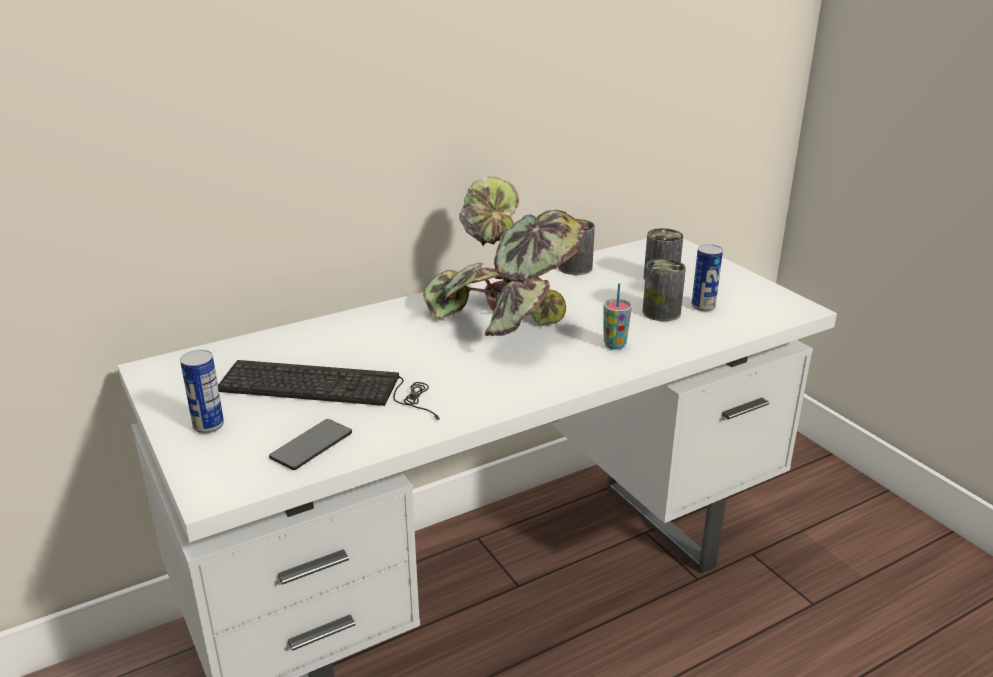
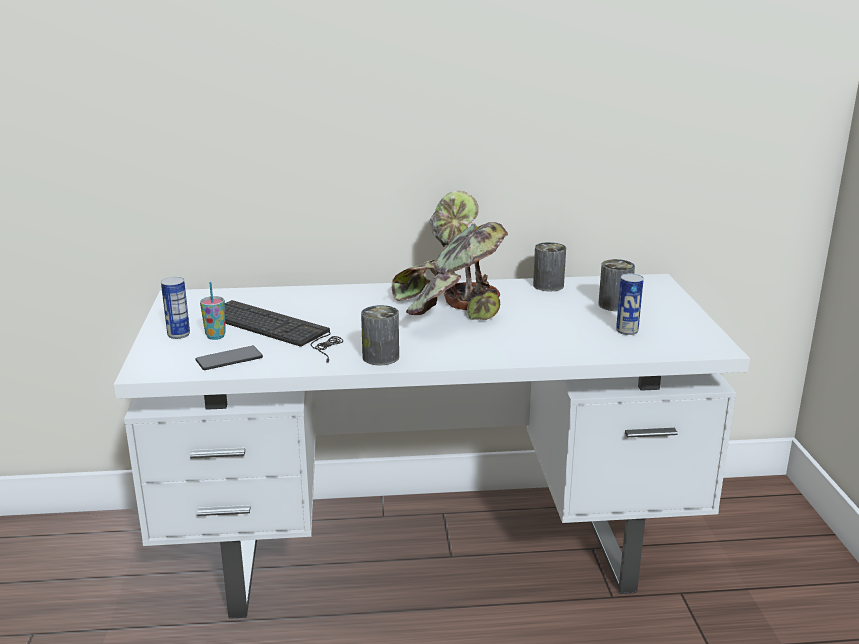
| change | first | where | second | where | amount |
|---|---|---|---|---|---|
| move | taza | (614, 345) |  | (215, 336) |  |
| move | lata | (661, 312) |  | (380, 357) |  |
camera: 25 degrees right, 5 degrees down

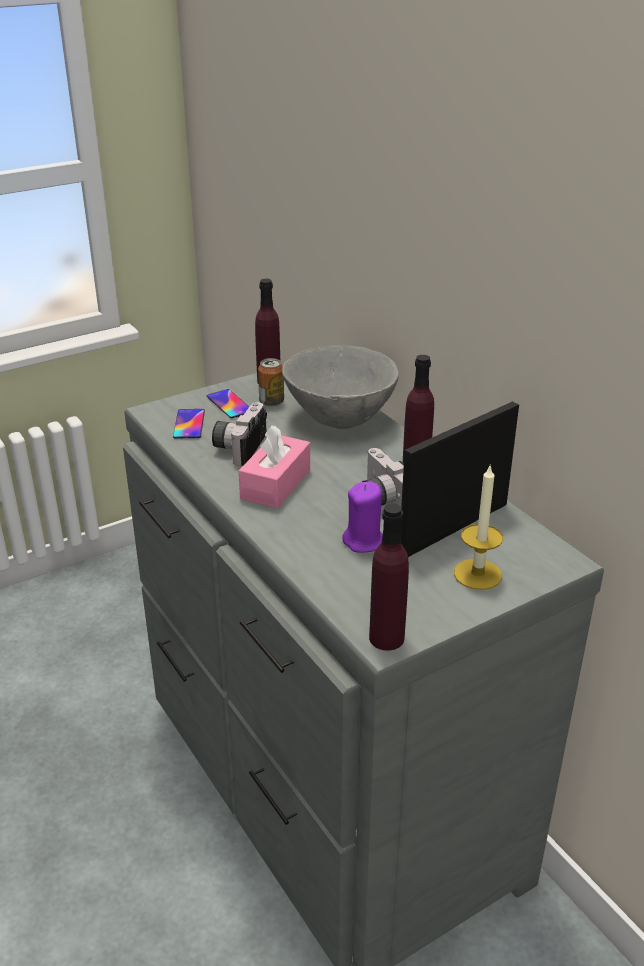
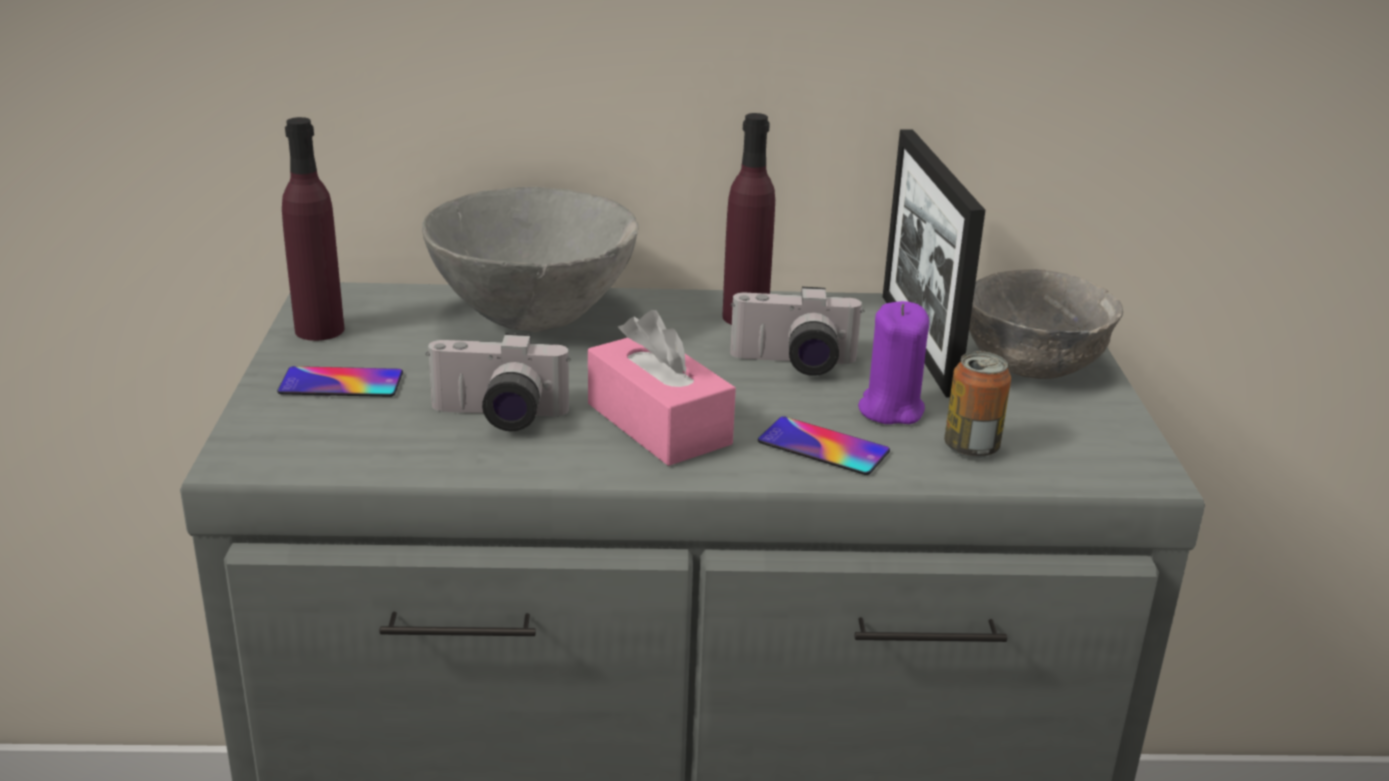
| change | first | where | second | where | amount |
|---|---|---|---|---|---|
| rotate | cámara | (239, 446) |  | (497, 418) | 45 degrees counterclockwise |
| move | móvil | (189, 424) |  | (823, 447) |  |
| move | lata | (271, 402) |  | (971, 447) |  |
| replace | vela | (477, 574) | cuenco [gris] | (1035, 365) |  |
| delete | botella [morado] | (386, 638) |  |  |  |
camera: 60 degrees left, 5 degrees down

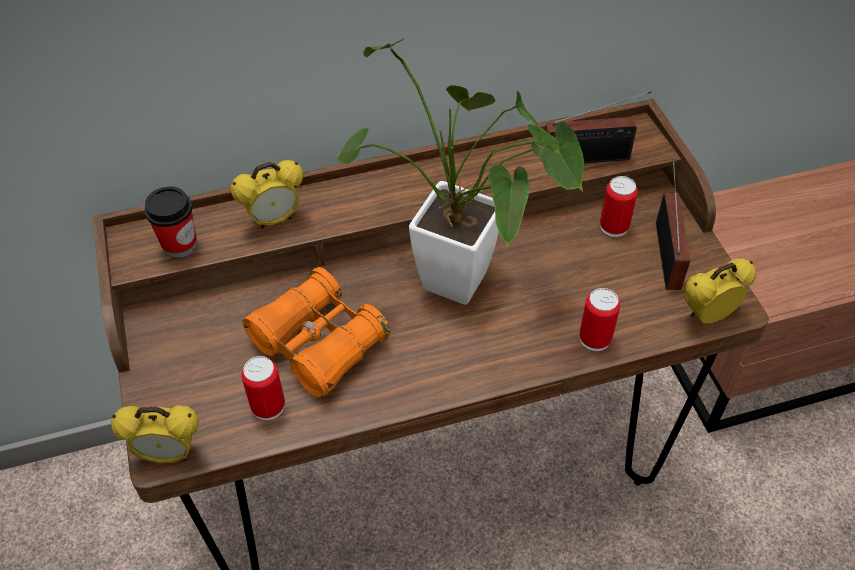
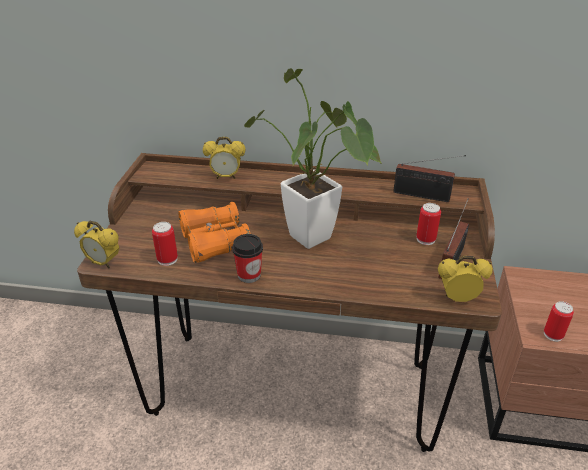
| change | first | where | second | where | amount |
|---|---|---|---|---|---|
| move | taza | (180, 244) |  | (249, 275) |  |
| move | lata | (595, 338) |  | (553, 334) |  |
camera: 25 degrees right, 15 degrees down

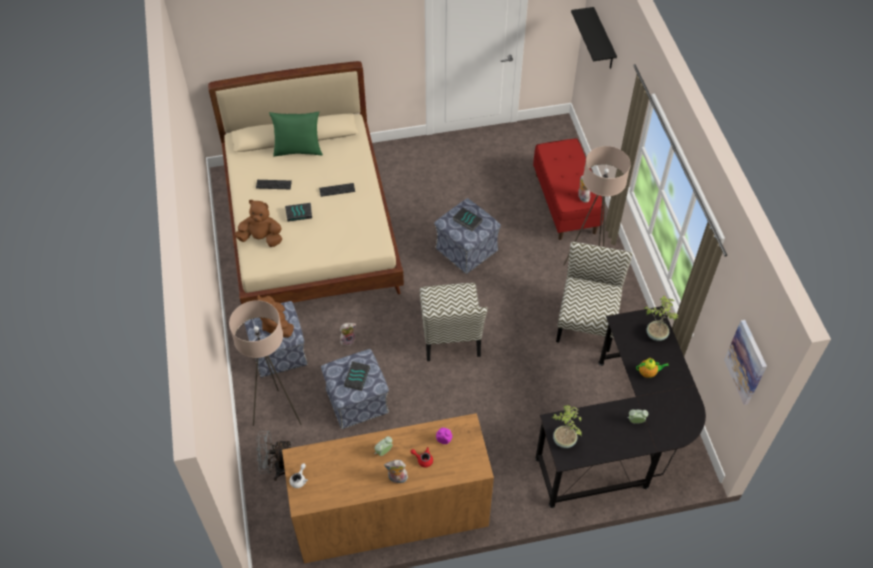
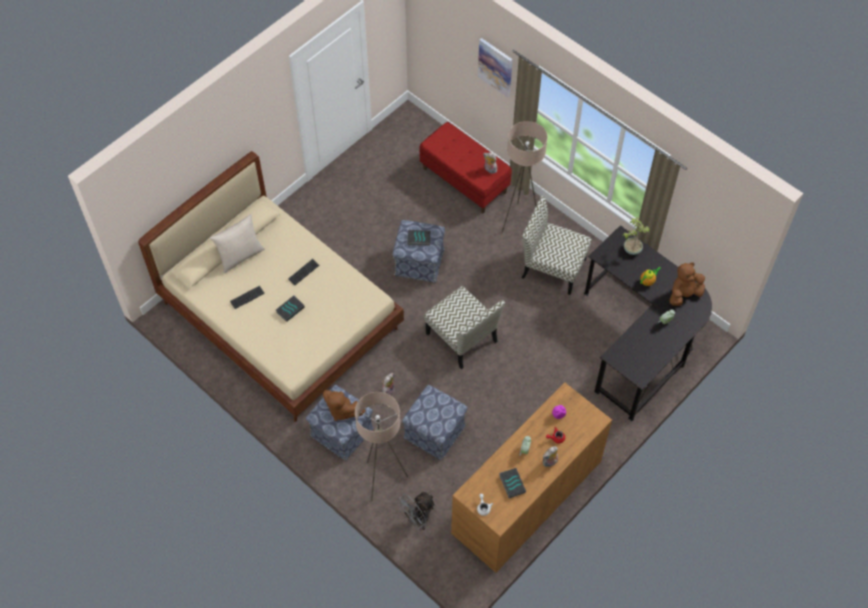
| change | first | where | second | where | amount |
|---|---|---|---|---|---|
| recolor | cojín [verde] | (298, 150) | cojín [beis] | (240, 256) |  |
| move | cuadro | (746, 362) |  | (495, 67) |  |
| move | libro | (356, 377) |  | (511, 484) |  |
| rotate | silla | (586, 321) |  | (552, 268) | 45 degrees counterclockwise |
| move | peluche [marrón] | (261, 238) |  | (684, 294) |  |
| delete | planta en maceta | (564, 441) |  |  |  |
| delete | estante [negro] | (603, 40) |  |  |  |
camera: 35 degrees left, 5 degrees up

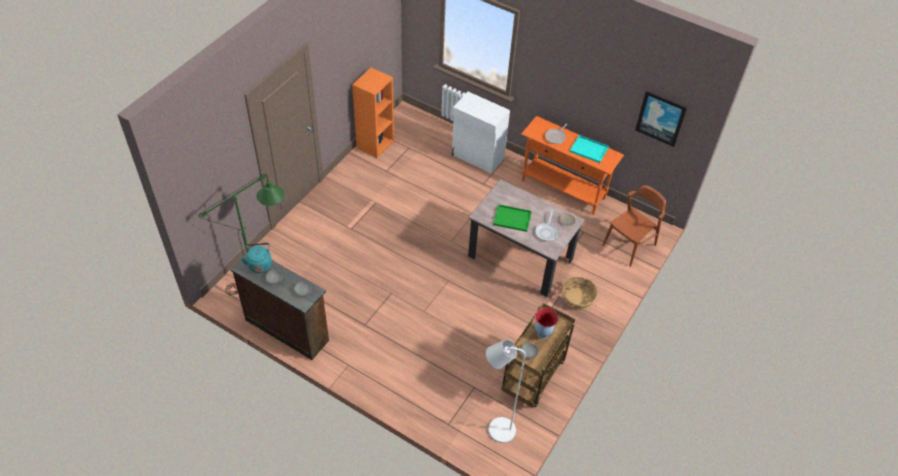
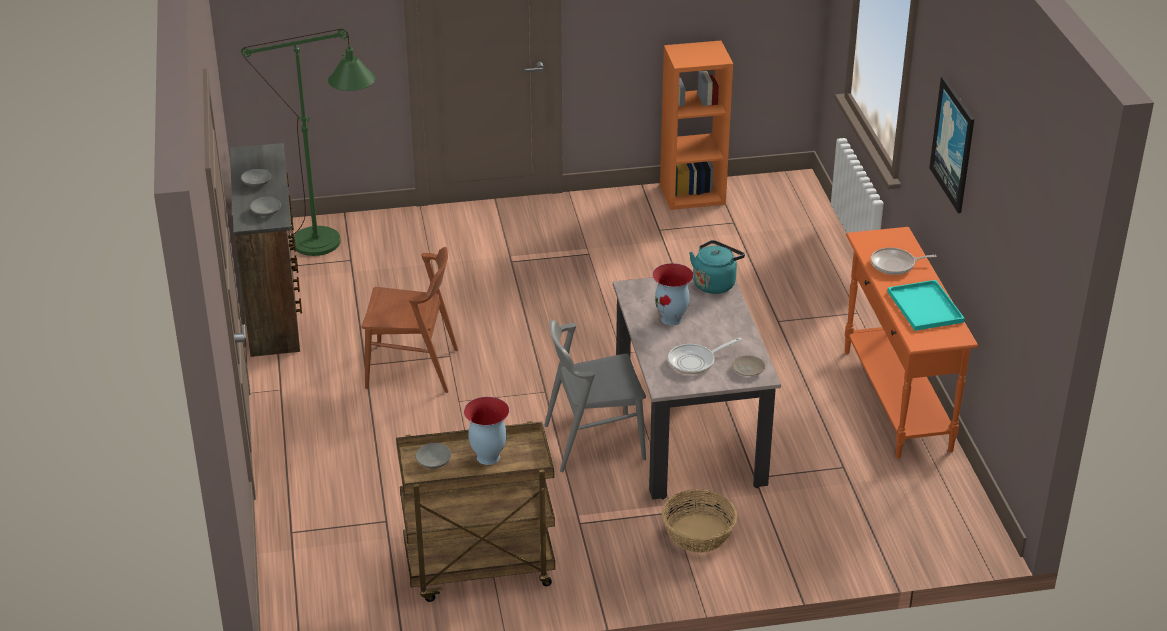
| change | first | where | second | where | amount |
|---|---|---|---|---|---|
| move | silla [marrón] | (629, 245) |  | (412, 368) |  |
| insert |  |  | silla [gris] | (594, 442) |  |
| replace | bandeja [verde] | (513, 218) | florero | (672, 319) |  |
| move | hervidor [turquesa] | (260, 264) |  | (715, 283) |  |
| move | cuadro | (661, 118) |  | (954, 144) |  |
| delete | armario [blanco] | (477, 157) |  |  |  |
| delete | lámpara de pie [blanco] | (496, 430) |  |  |  |
camera: 50 degrees right, 15 degrees down

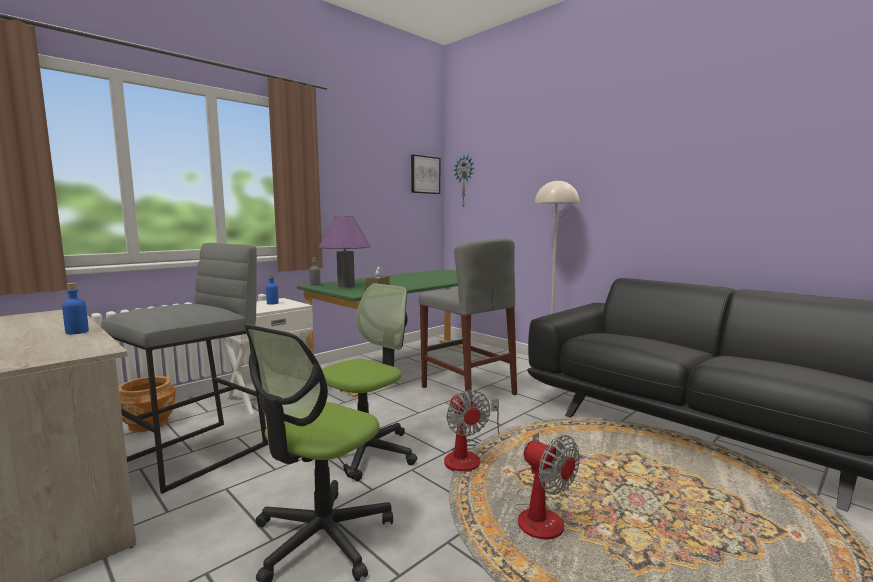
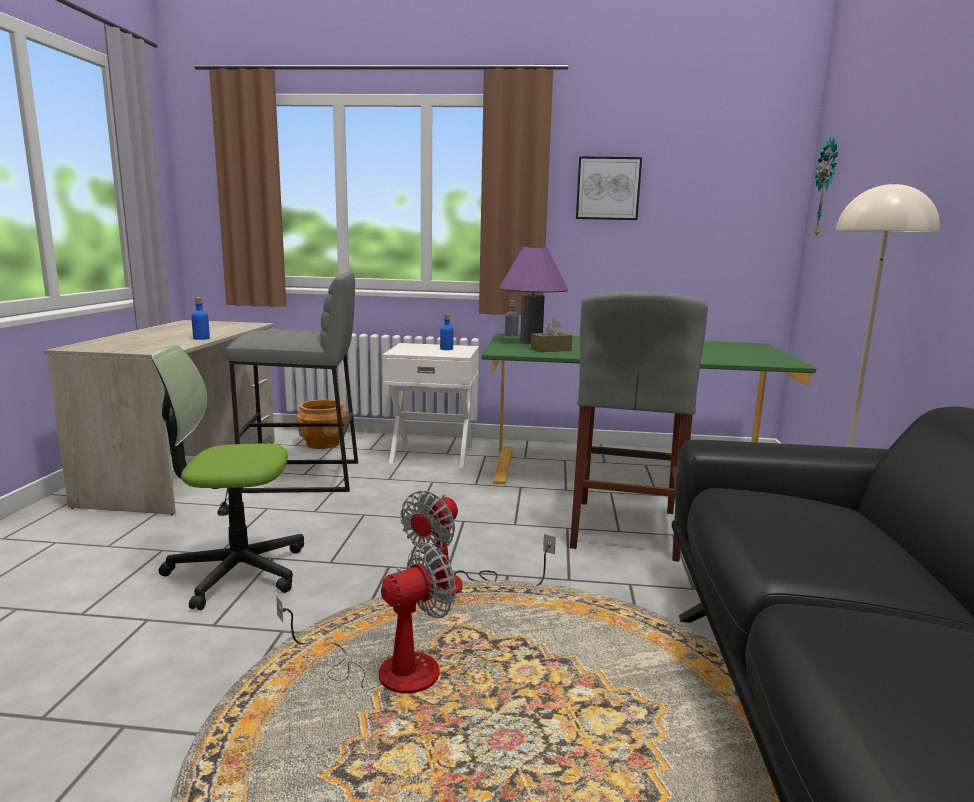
| change | first | where | second | where | amount |
|---|---|---|---|---|---|
| rotate | ventilador | (540, 514) |  | (387, 670) | 135 degrees counterclockwise |
| move | cuadro | (425, 175) |  | (608, 188) |  |
| delete | silla de oficina | (366, 452) |  |  |  |
camera: 50 degrees right, 5 degrees up

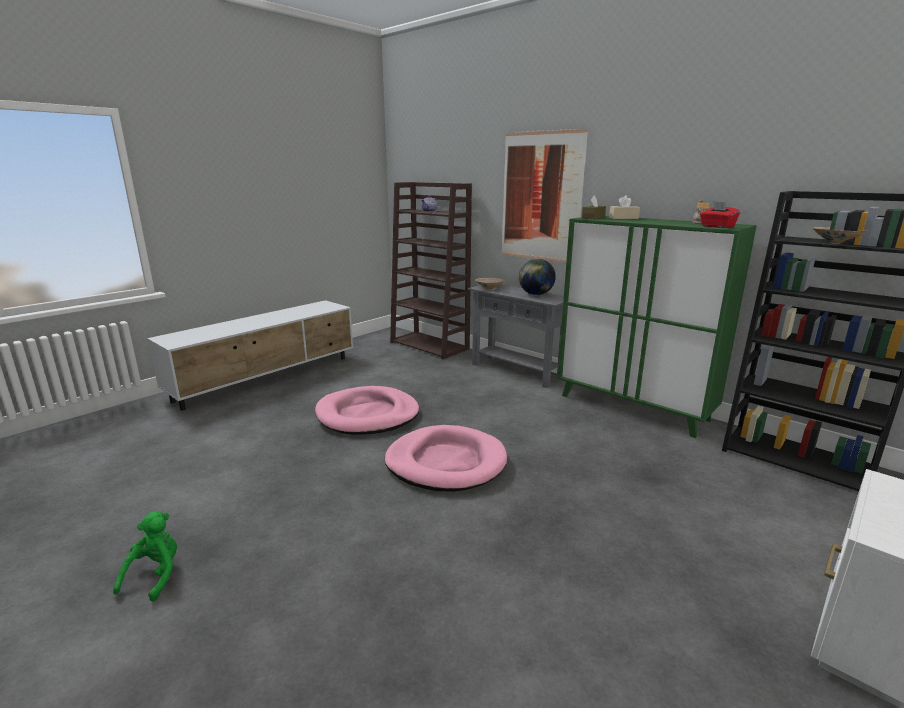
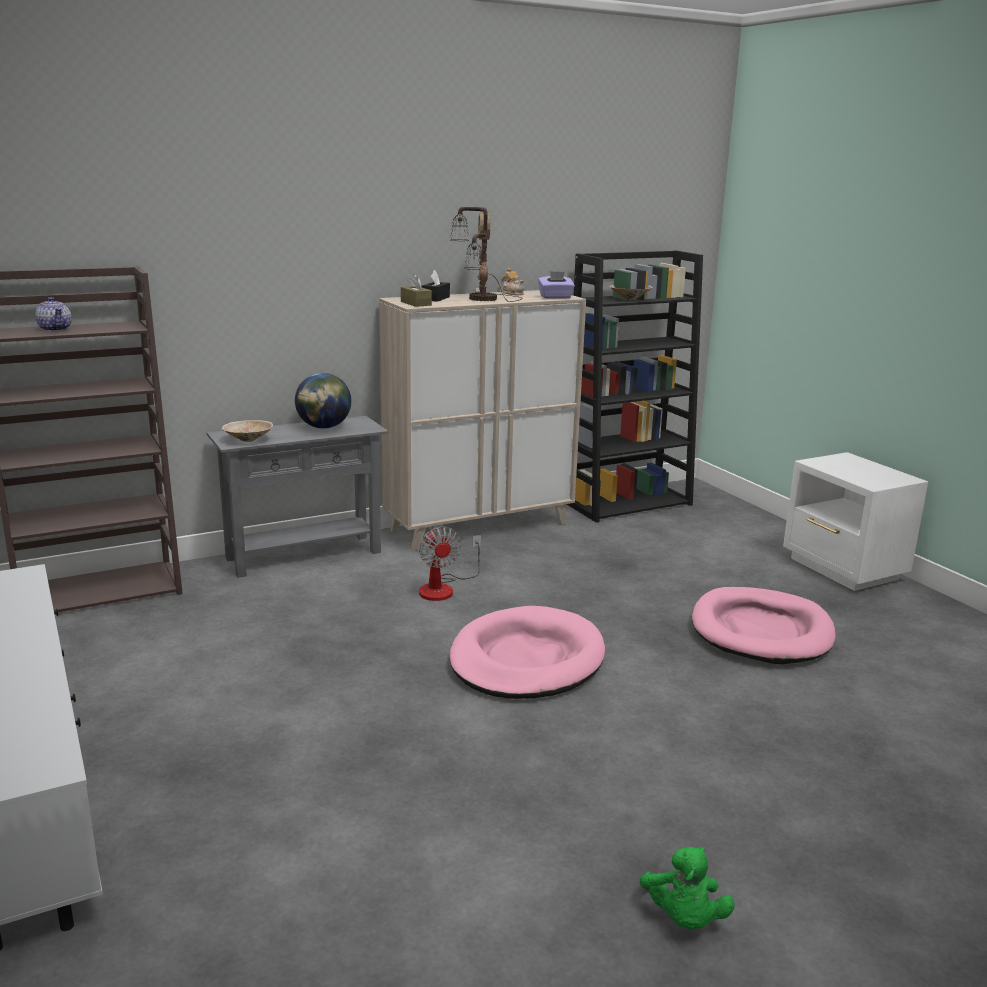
| change | first | where | second | where | amount |
|---|---|---|---|---|---|
| recolor | armario [verde] | (633, 407) | armario [beis] | (480, 526) |  |
| insert |  |  | ventilador | (443, 588) |  |
| recolor | caja de pañuelos [beis] | (623, 218) | caja de pañuelos [negro] | (435, 298) |  |
| insert |  |  | lámpara de mesa | (481, 299) |  |
| recolor | caja de pañuelos [rojo] | (717, 227) | caja de pañuelos [morado] | (555, 297) |  |
| rotate | peluche [verde] | (156, 575) |  | (683, 918) | 120 degrees counterclockwise |
| move | cama para perro [rosa] | (368, 415) |  | (761, 631) |  |
| delete | cuadro | (541, 197) |  |  |  |
camera: 70 degrees left, 0 degrees up

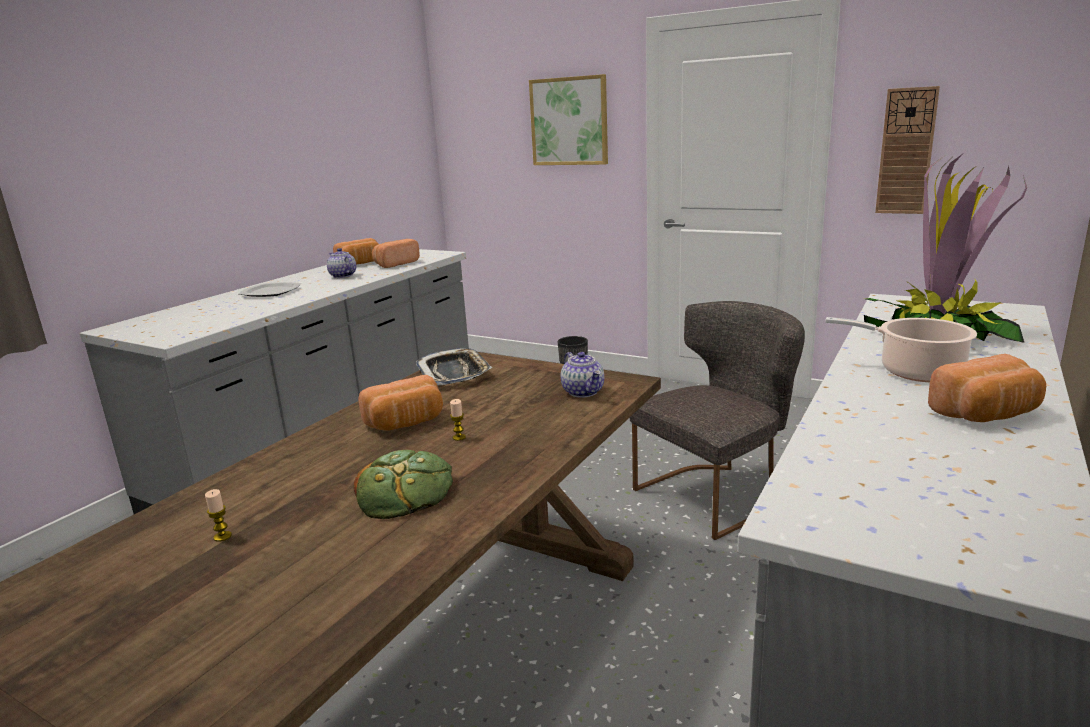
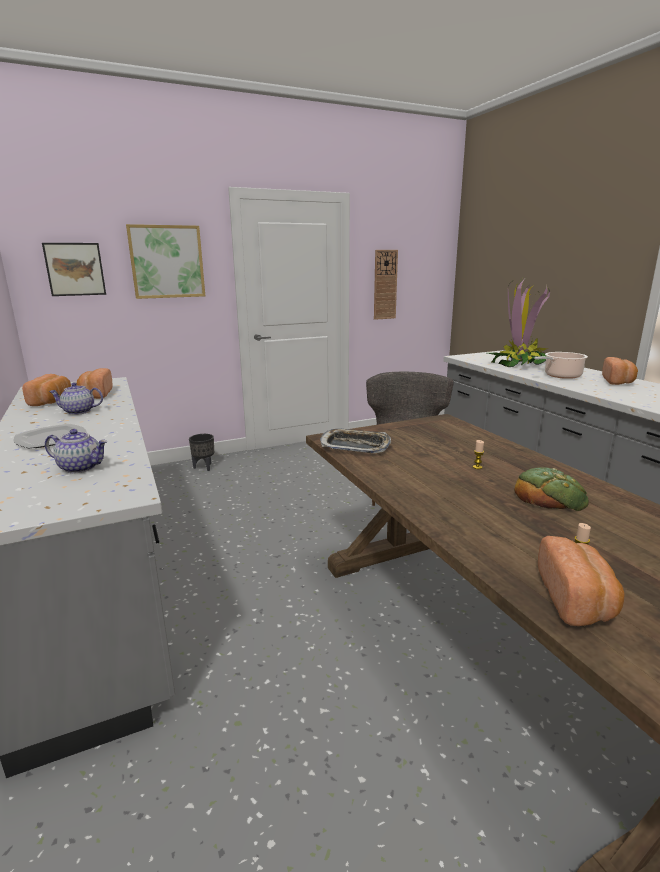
| change | first | where | second | where | amount |
|---|---|---|---|---|---|
| insert |  |  | cuadro | (75, 269) |  |
| move | tetera | (583, 392) |  | (81, 467) |  |
| move | pan | (406, 423) |  | (576, 599) |  |
camera: 55 degrees left, 0 degrees up

